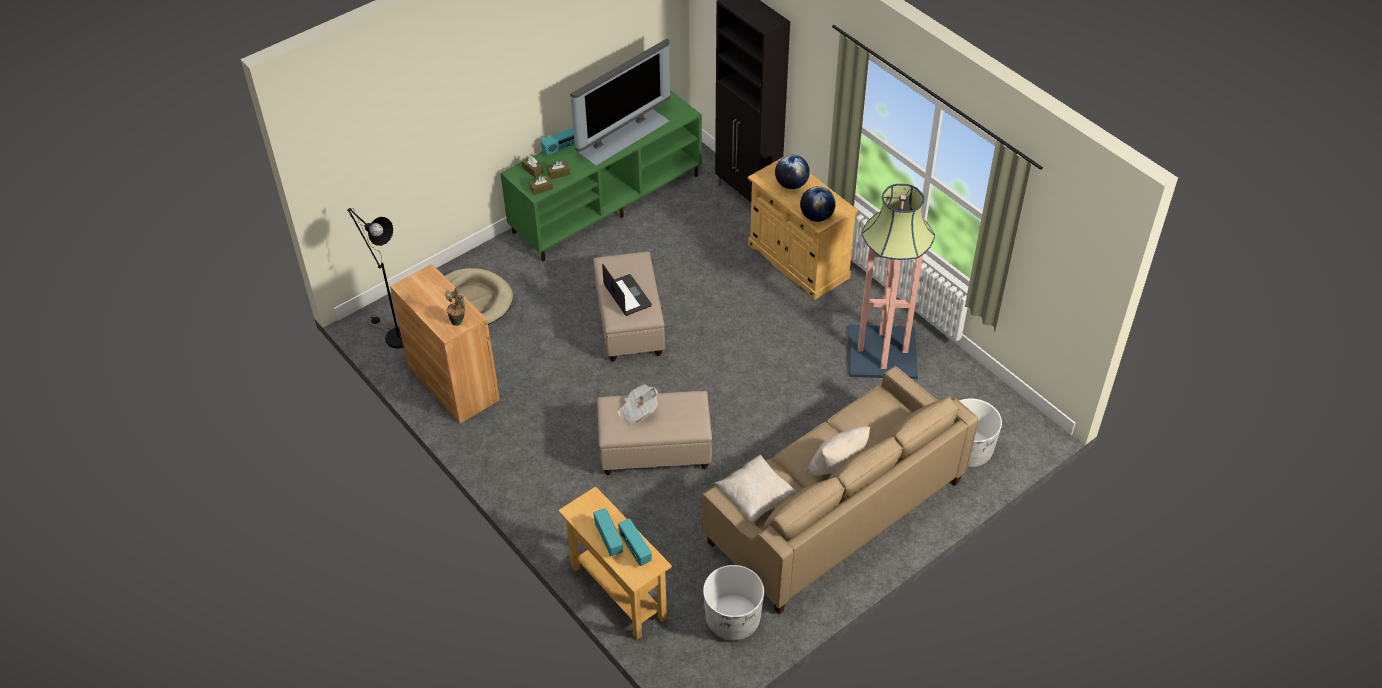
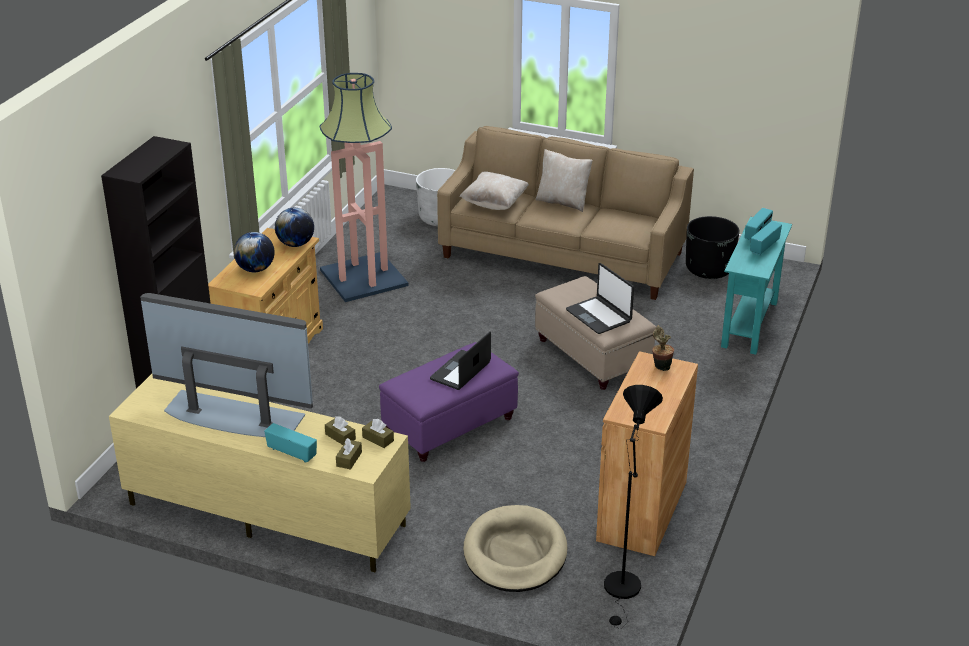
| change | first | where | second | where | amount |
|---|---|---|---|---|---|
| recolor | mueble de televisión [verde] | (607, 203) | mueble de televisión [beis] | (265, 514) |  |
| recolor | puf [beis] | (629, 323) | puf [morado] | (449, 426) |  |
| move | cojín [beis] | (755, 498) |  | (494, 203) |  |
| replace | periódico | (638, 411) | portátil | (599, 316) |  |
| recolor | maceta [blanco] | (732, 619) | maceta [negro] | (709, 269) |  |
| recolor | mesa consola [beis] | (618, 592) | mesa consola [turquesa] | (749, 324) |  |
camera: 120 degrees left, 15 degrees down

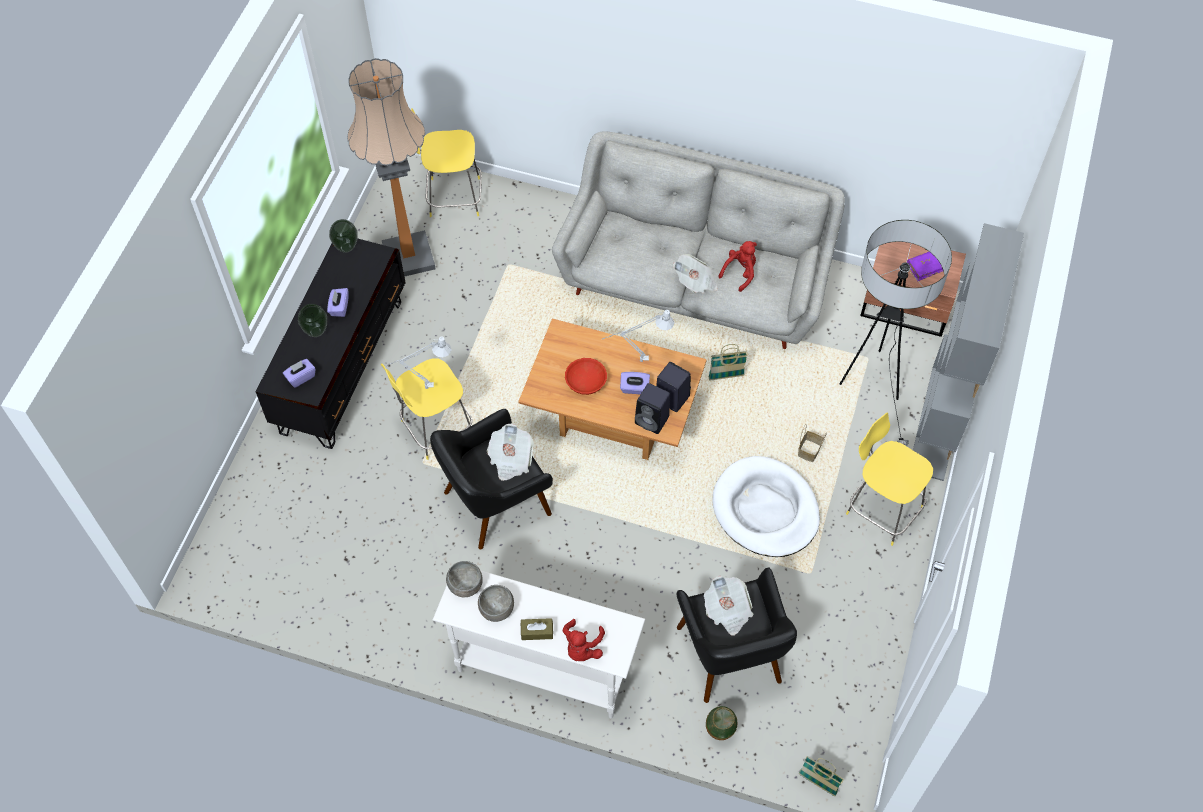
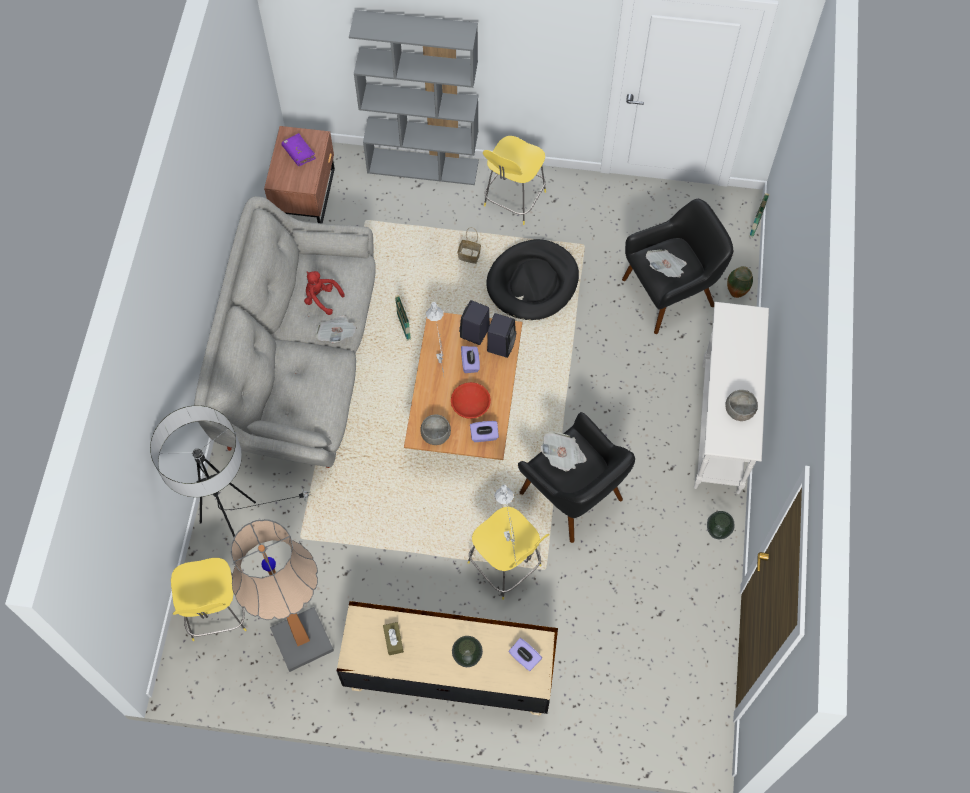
| change | first | where | second | where | amount |
|---|---|---|---|---|---|
| move | lámpara de pie | (873, 384) |  | (237, 526) |  |
| recolor | mueble de televisión [negro] | (343, 366) | mueble de televisión [beis] | (449, 673) |  |
| move | caja de pañuelos [marrón] | (537, 632) |  | (393, 640) |  |
| move | cuenco [gris] | (465, 586) |  | (436, 435) |  |
| move | caja de pañuelos [morado] | (339, 307) |  | (484, 435) |  |
| recolor | cama para perro [blanco] | (765, 510) | cama para perro [negro] | (533, 282) |  |
| move | florero | (347, 247) |  | (716, 531) |  |
| delete | peluche [rojo] | (582, 648) |  |  |  |
camera: 100 degrees left, 5 degrees up

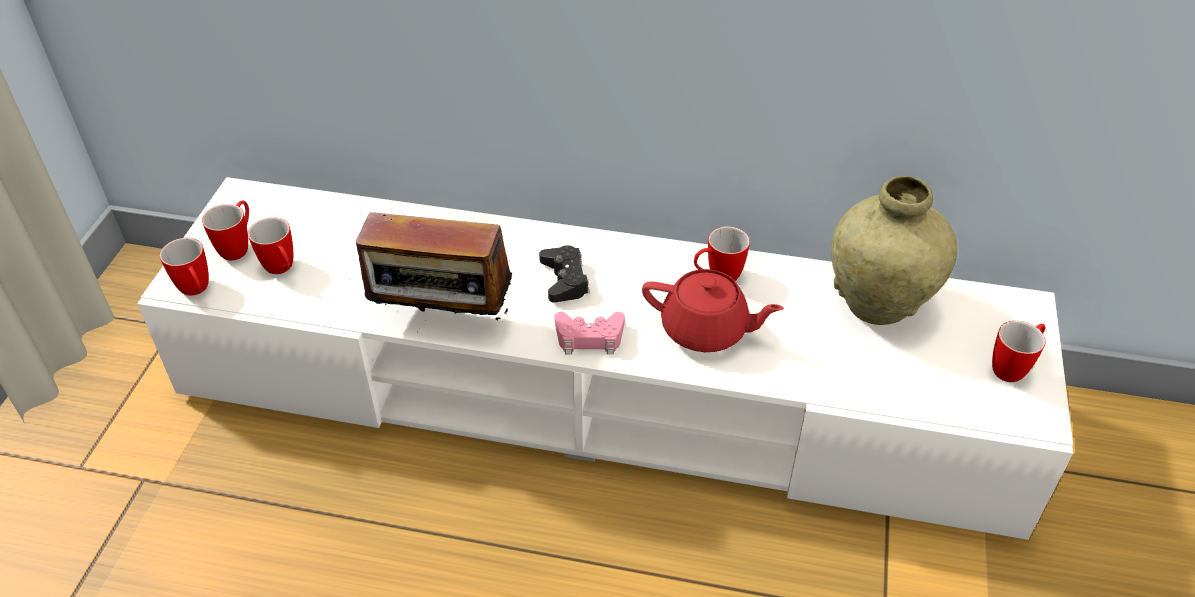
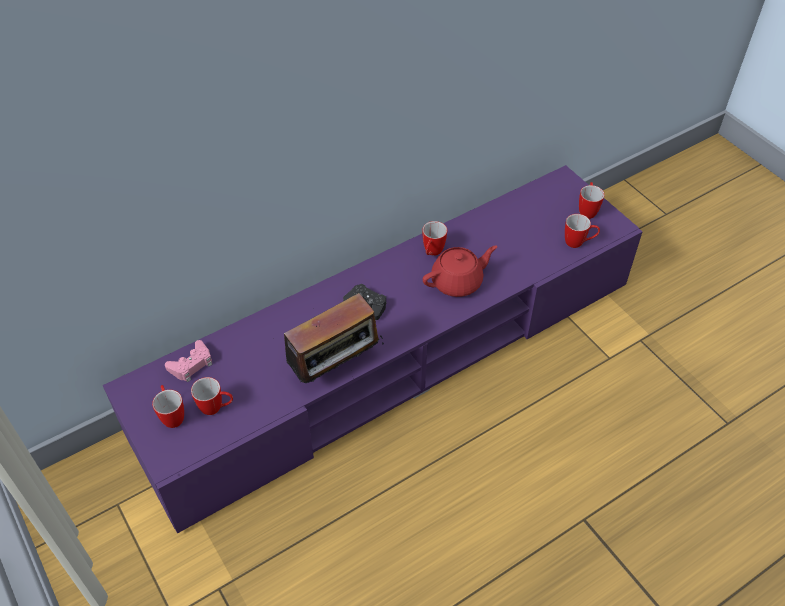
| change | first | where | second | where | amount |
|---|---|---|---|---|---|
| recolor | mueble de televisión [blanco] | (599, 394) | mueble de televisión [morado] | (393, 357) |  |
| move | mando de consola [rosa] | (589, 338) |  | (191, 365) |  |
| move | taza grande | (197, 291) |  | (578, 243) |  |
| delete | florero [beis] | (878, 304) |  |  |  |
camera: 45 degrees left, 5 degrees up

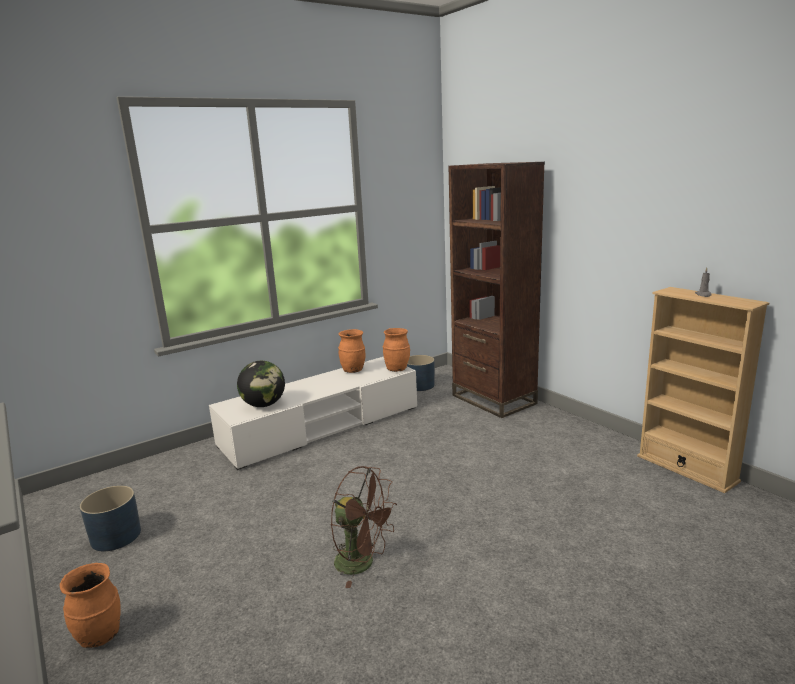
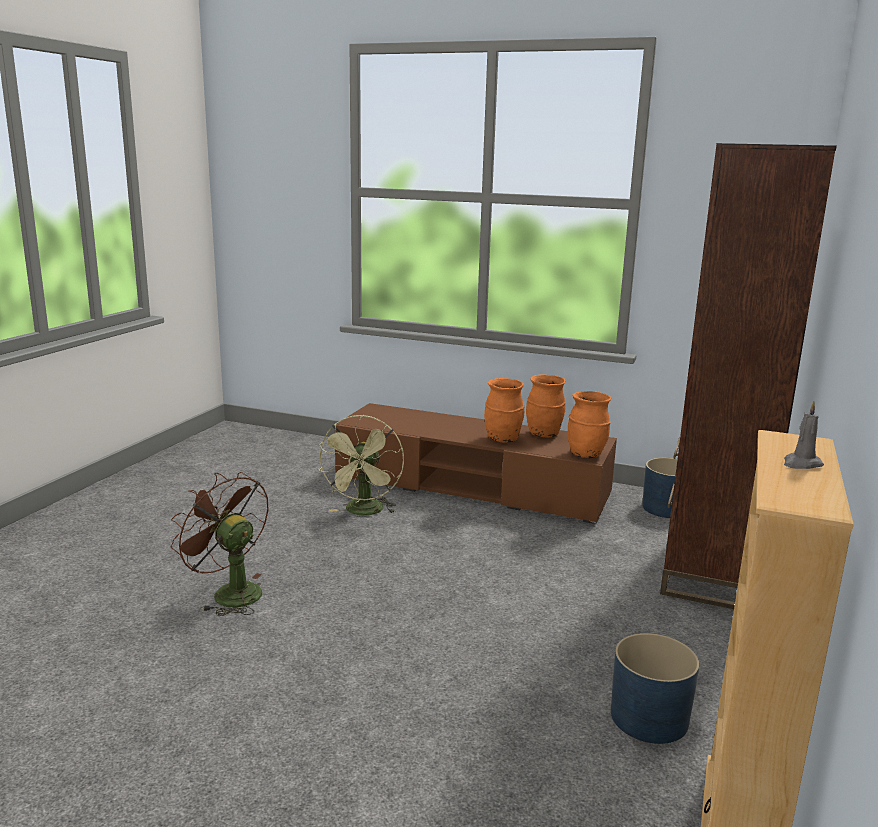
| change | first | where | second | where | amount |
|---|---|---|---|---|---|
| rotate | ventilador [marrón] | (363, 563) |  | (229, 593) | 135 degrees clockwise |
| insert |  |  | ventilador [verde] | (364, 512) |  |
| recolor | mueble de televisión [blanco] | (321, 426) | mueble de televisión [marrón] | (471, 486) |  |
| move | florero [naranja] | (101, 636) |  | (503, 439) |  |
| move | maceta [azul] | (116, 536) |  | (650, 718) |  |
| delete | globo terráqueo | (264, 405) |  |  |  |
camera: 55 degrees right, 0 degrees up

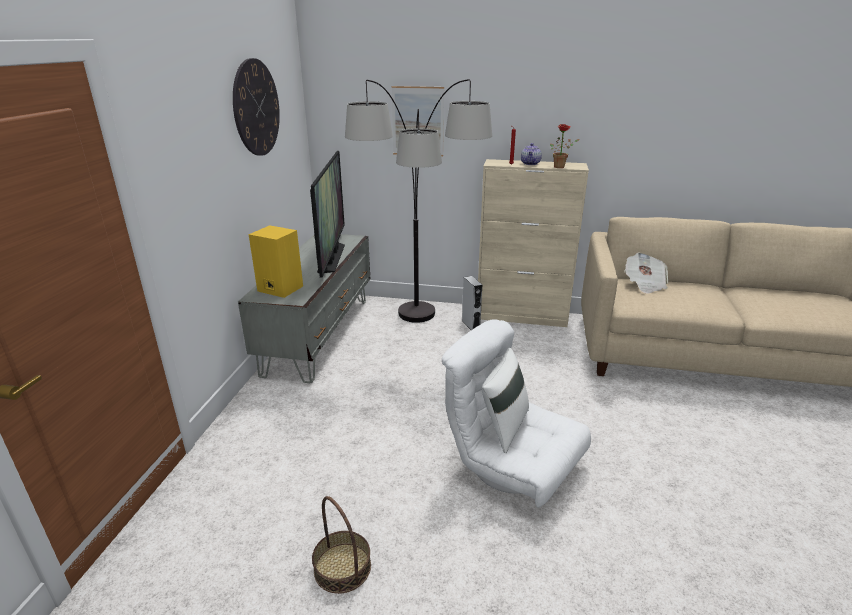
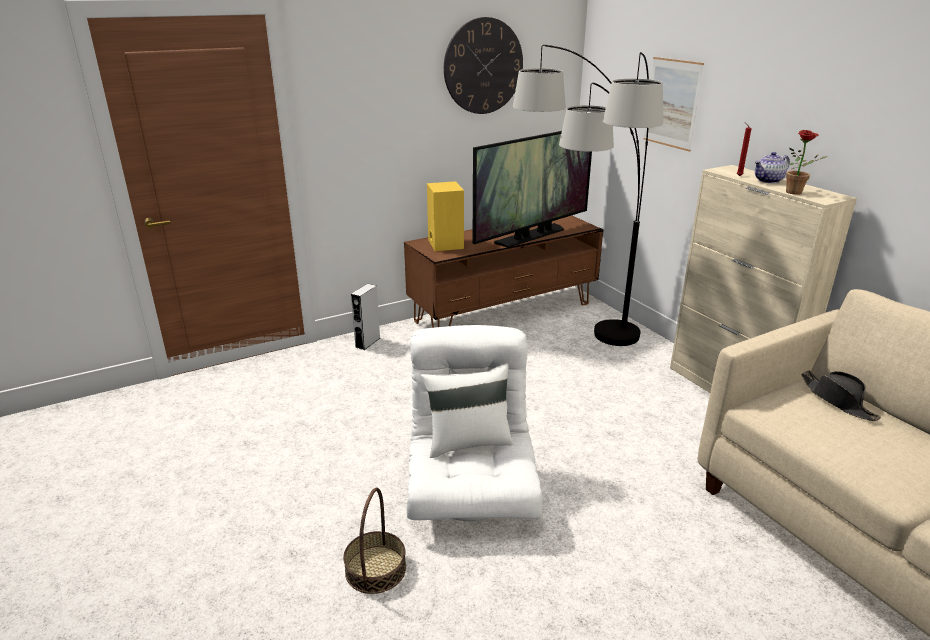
| change | first | where | second | where | amount |
|---|---|---|---|---|---|
| move | cesta | (342, 567) |  | (375, 569) |  |
| move | altavoz [gris] | (471, 325) |  | (367, 342) |  |
| recolor | mueble de televisión [gris] | (319, 334) | mueble de televisión [marrón] | (504, 312) |  |
| replace | periódico | (644, 284) | sombrero [negro] | (837, 400) |  |
camera: 50 degrees right, 0 degrees up

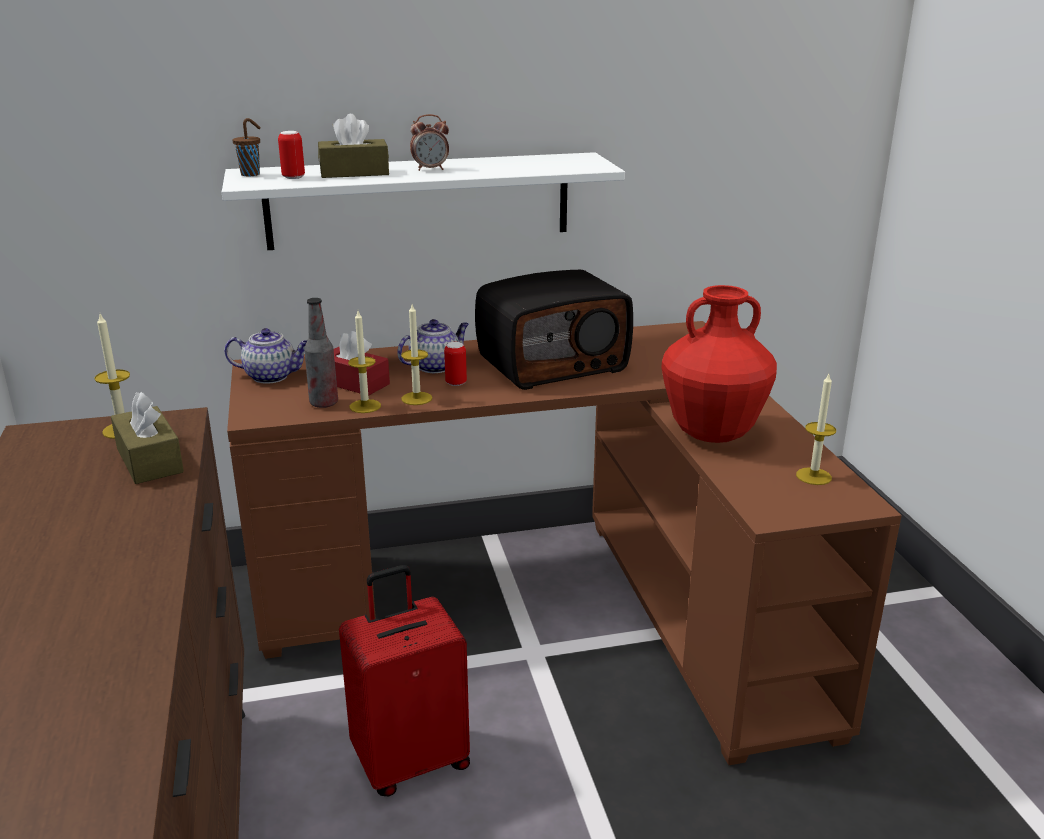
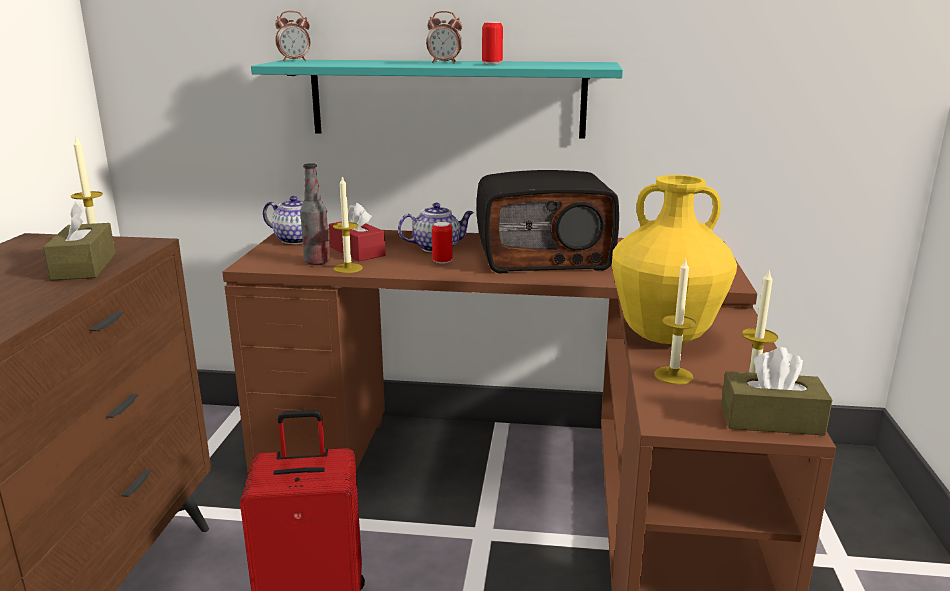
| change | first | where | second | where | amount |
|---|---|---|---|---|---|
| recolor | estante [blanco] | (419, 200) | estante [turquesa] | (447, 98) |  |
| replace | taza [marrón] | (251, 174) | despertador | (294, 61) |  |
| move | lata | (293, 177) |  | (492, 64) |  |
| recolor | florero [rojo] | (713, 434) | florero [amarillo] | (666, 336) |  |
| move | vela | (416, 398) |  | (673, 375) |  |
| move | caja de pañuelos [marrón] | (354, 173) |  | (771, 420) |  |
camera: 20 degrees right, 5 degrees down

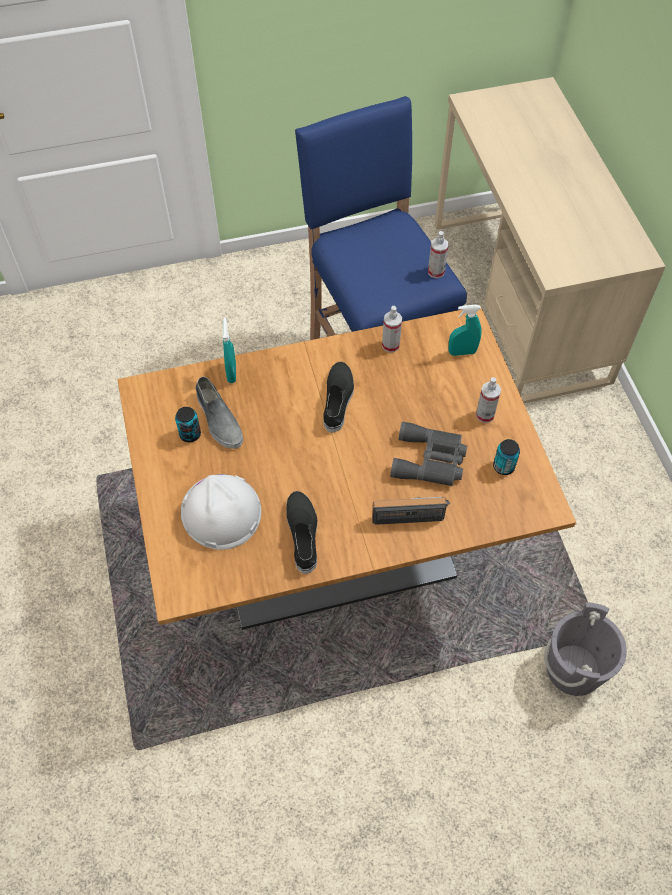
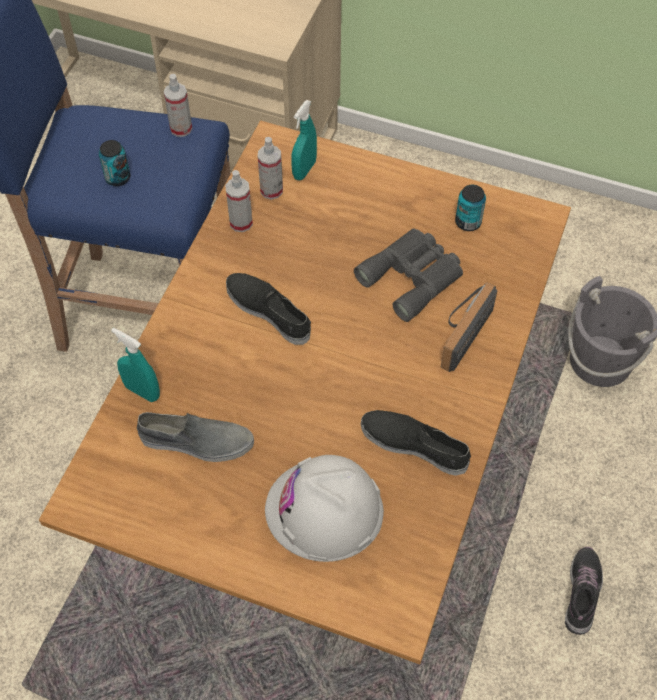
| change | first | where | second | where | amount |
|---|---|---|---|---|---|
| move | lata | (190, 434) |  | (118, 178) |  |
| move | pulverizador | (485, 415) |  | (271, 190) |  |
| insert |  |  | zapato | (582, 593) |  |
camera: 55 degrees left, 0 degrees up

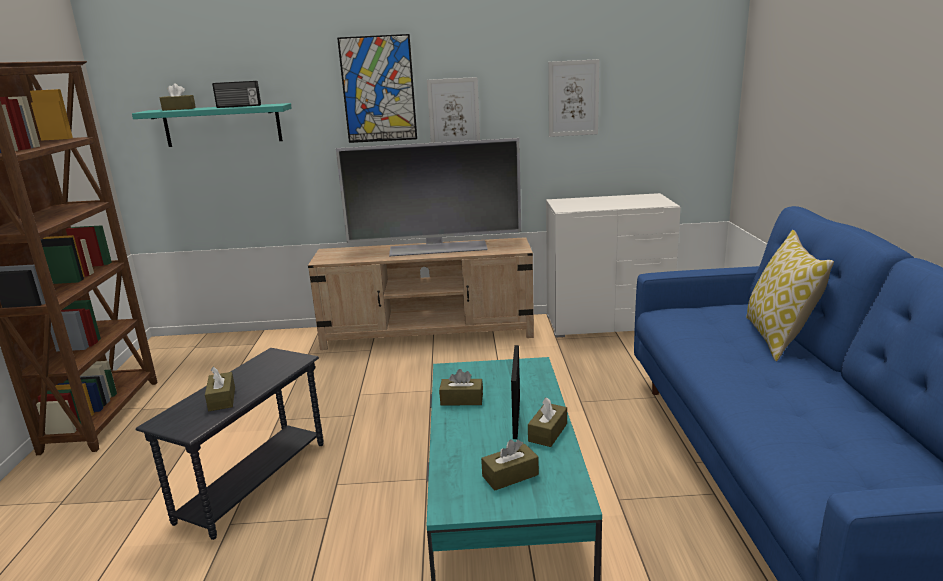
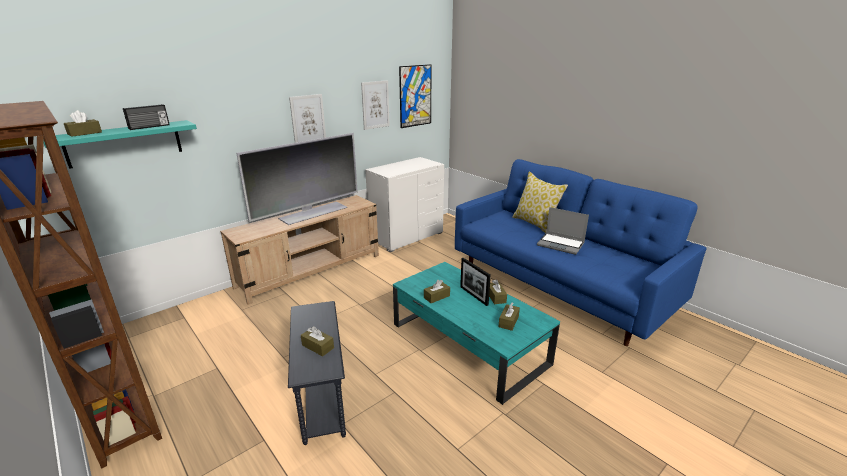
| change | first | where | second | where | amount |
|---|---|---|---|---|---|
| move | cuadro | (378, 89) |  | (415, 96) |  |
| insert |  |  | portátil | (561, 244) |  |
camera: 40 degrees left, 5 degrees up

